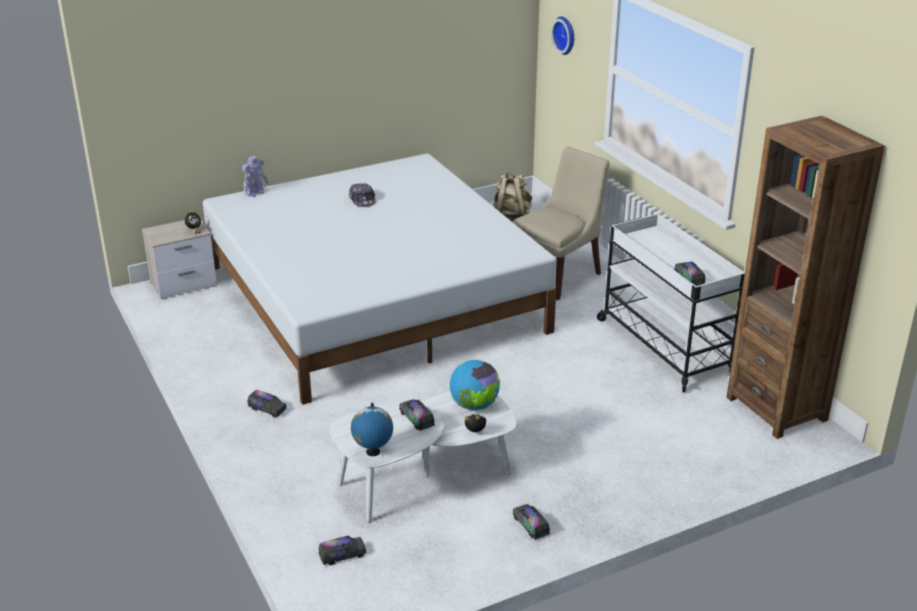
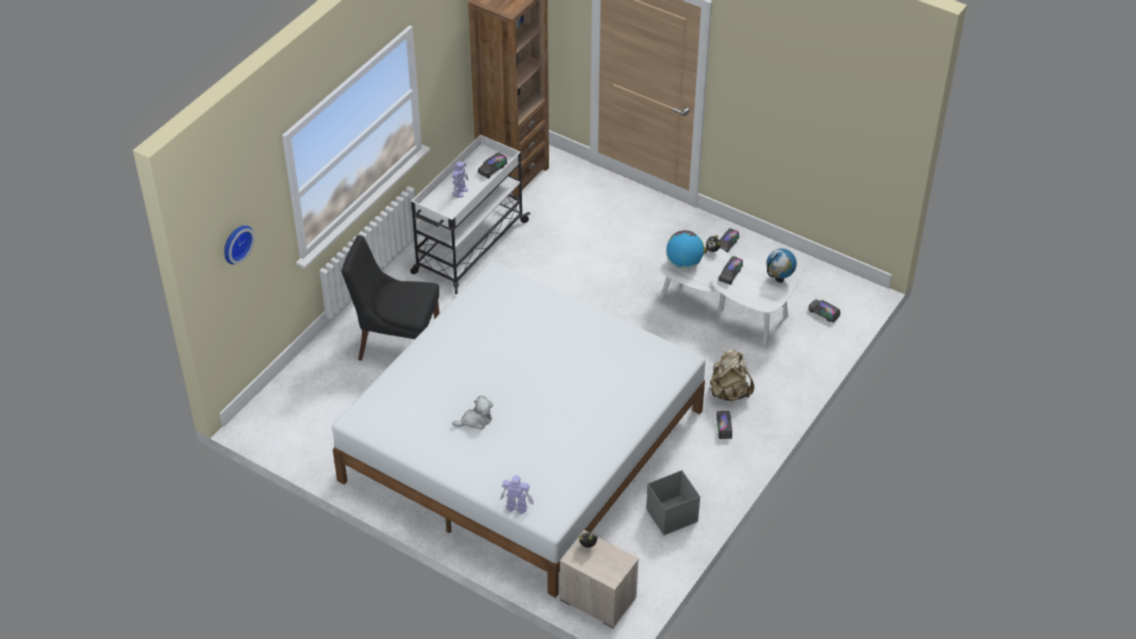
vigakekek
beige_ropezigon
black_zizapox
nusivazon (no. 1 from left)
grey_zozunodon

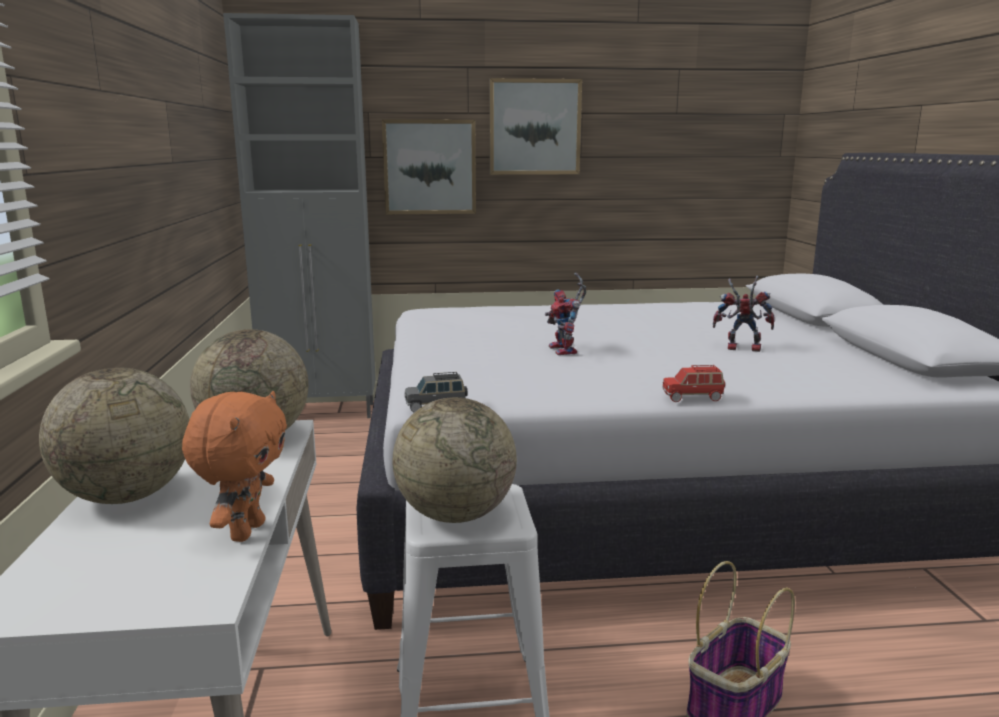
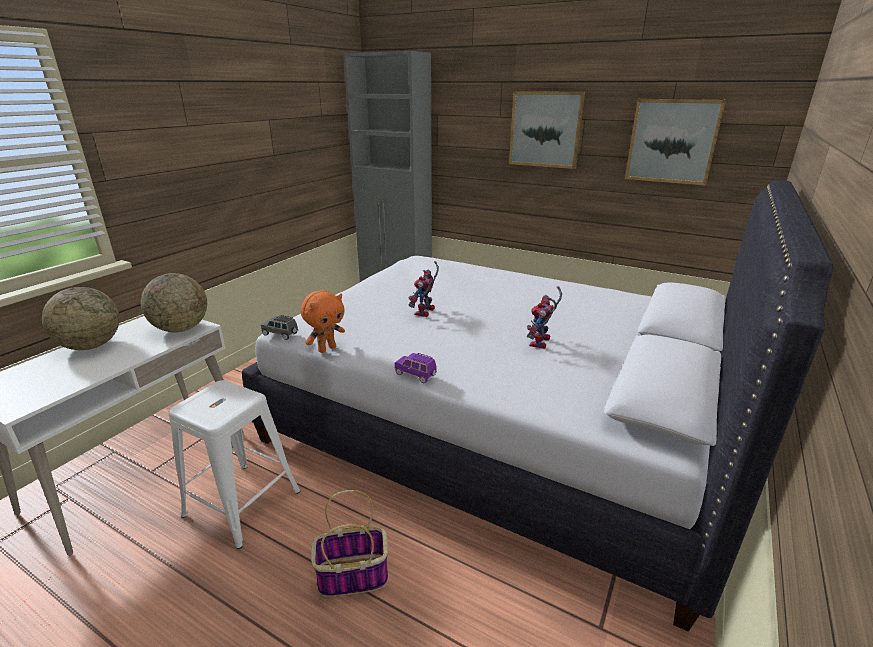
orange_vigakekek
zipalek (no. 2 from left)
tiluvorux (no. 3 from left in the first image)
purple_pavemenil
nusivazon (no. 2 from left)

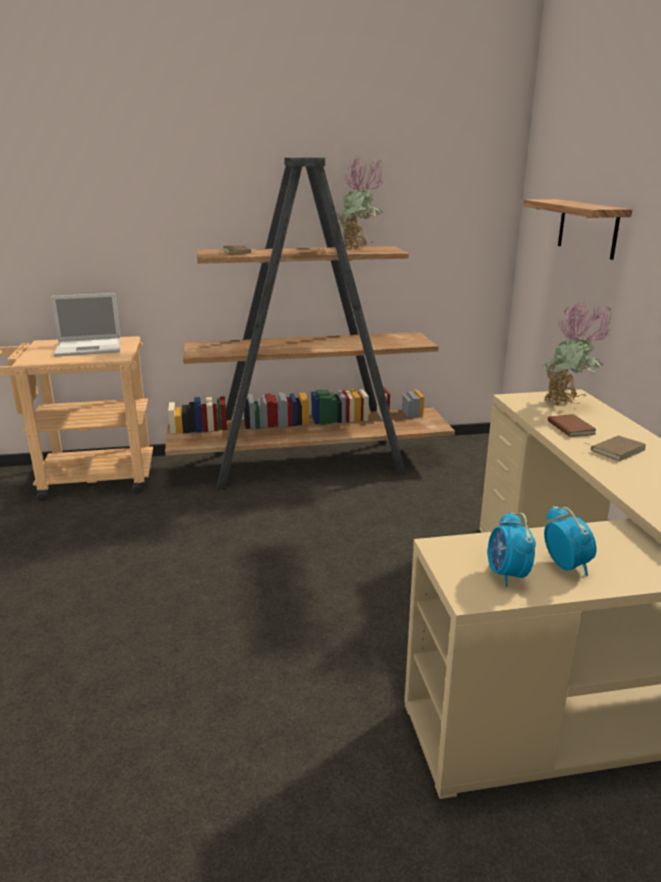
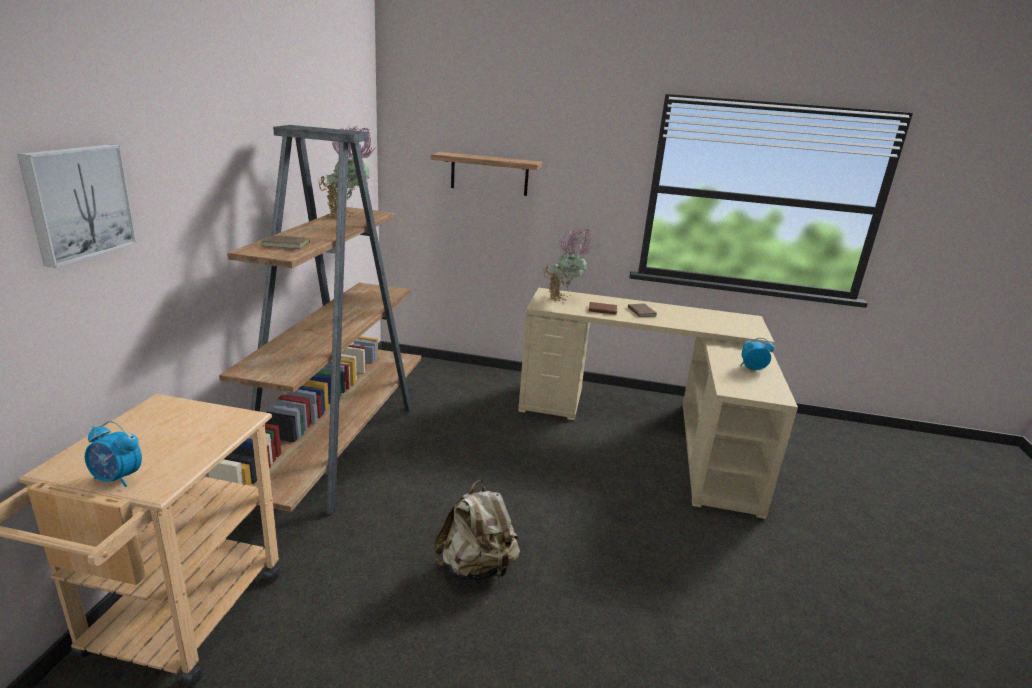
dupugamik
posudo (no. 1 from left)
zipalek
beige_ropezigon

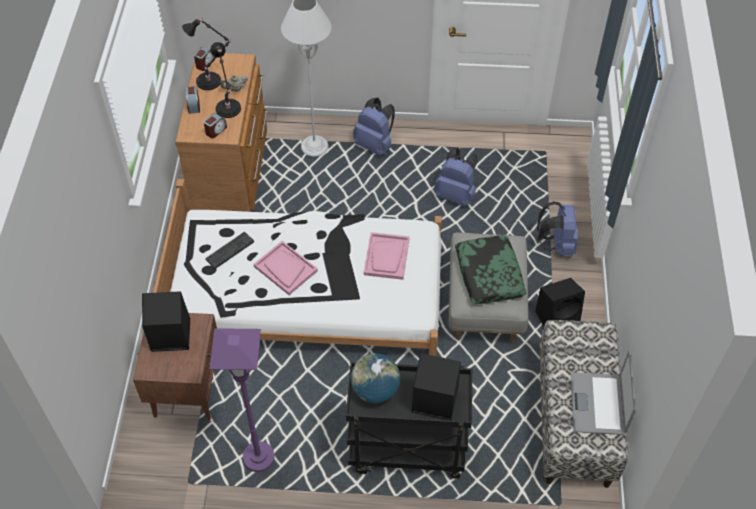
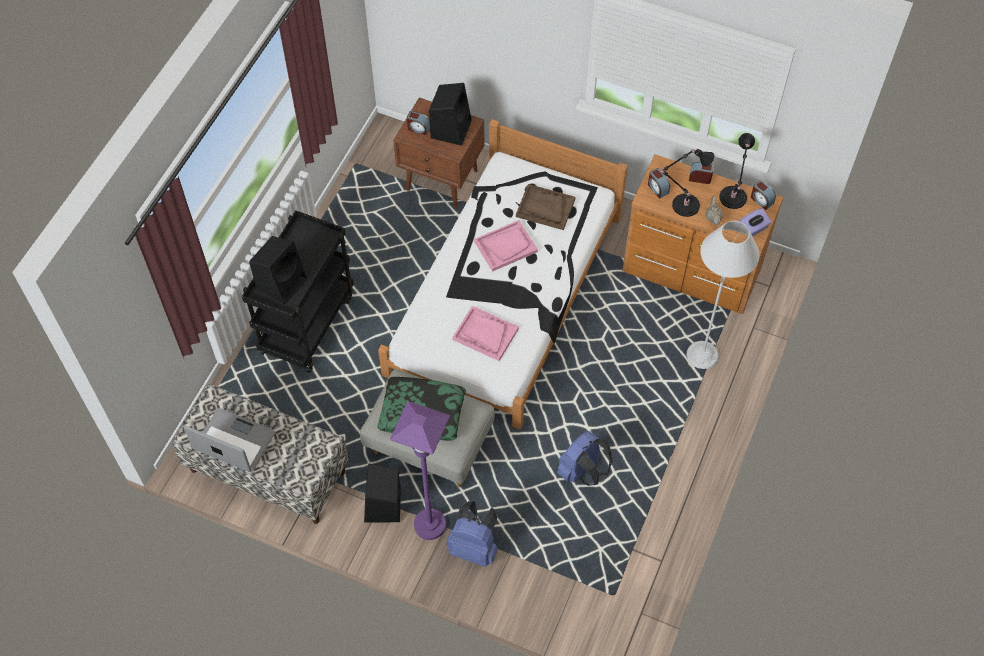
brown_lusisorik
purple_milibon
tiluvorux
blue_ropezigon (no. 1 from left in the first image)
posudo (no. 1 from left)
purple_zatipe

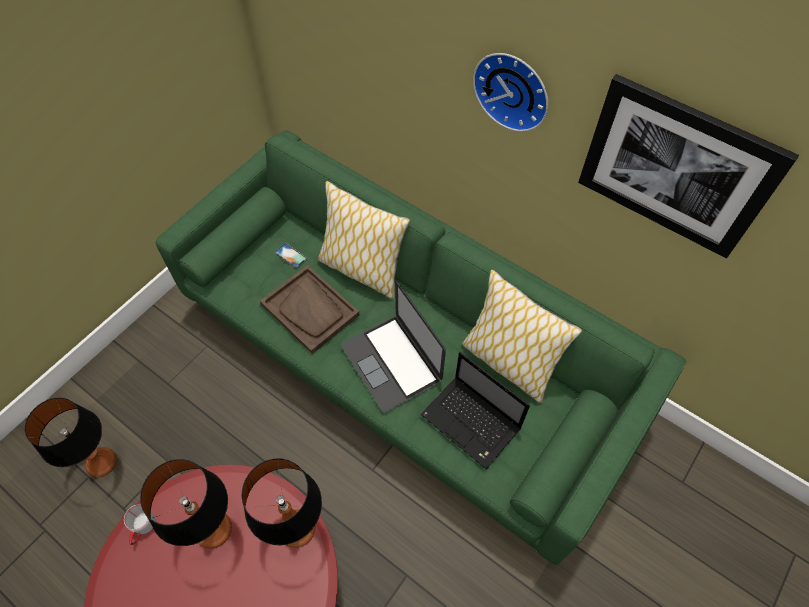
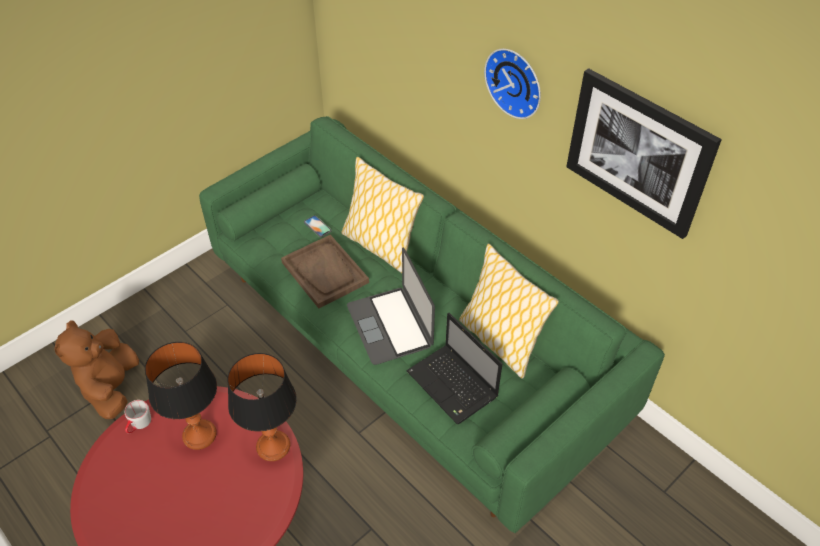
brown_vigakekek

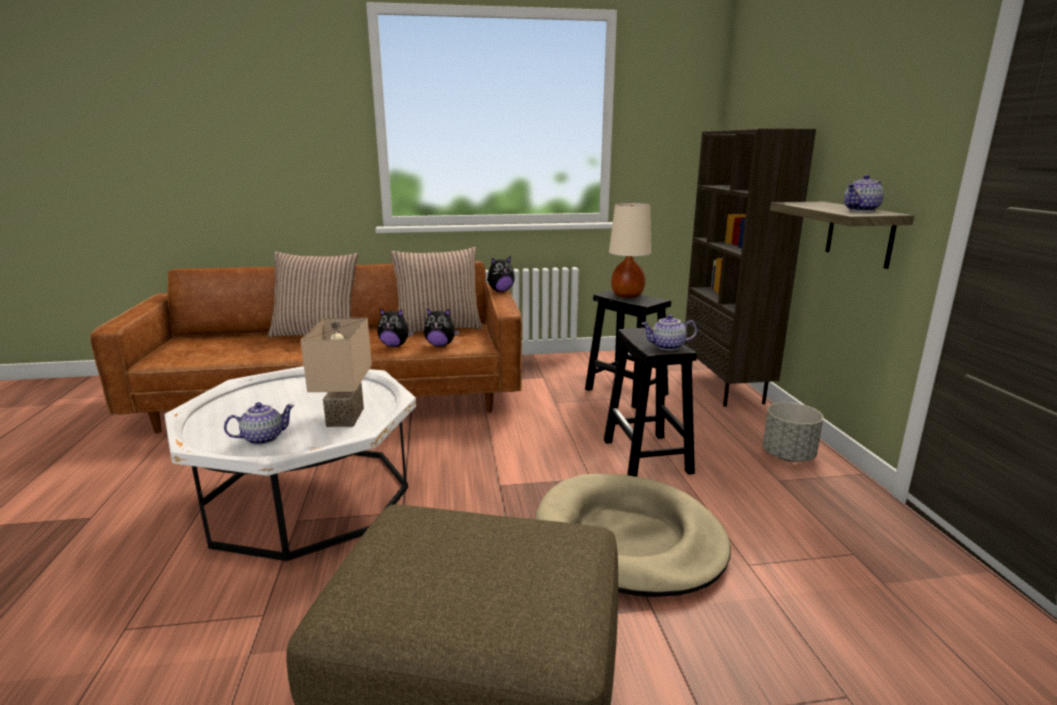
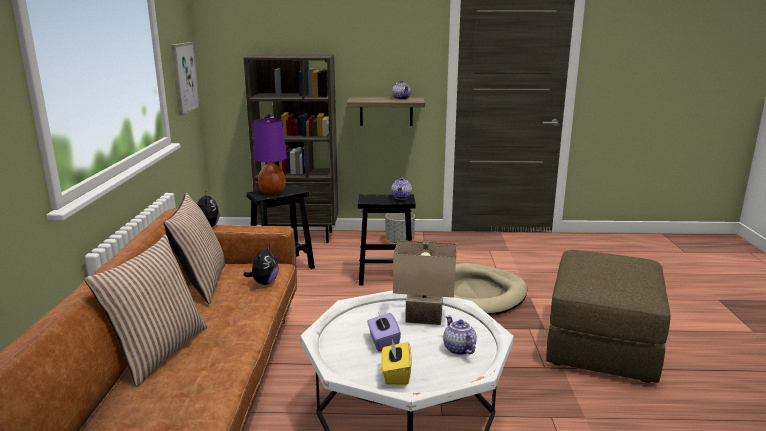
vigakekek (no. 1 from left in the first image)
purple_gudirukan
zipalek
purple_zatipe
yellow_zatipe

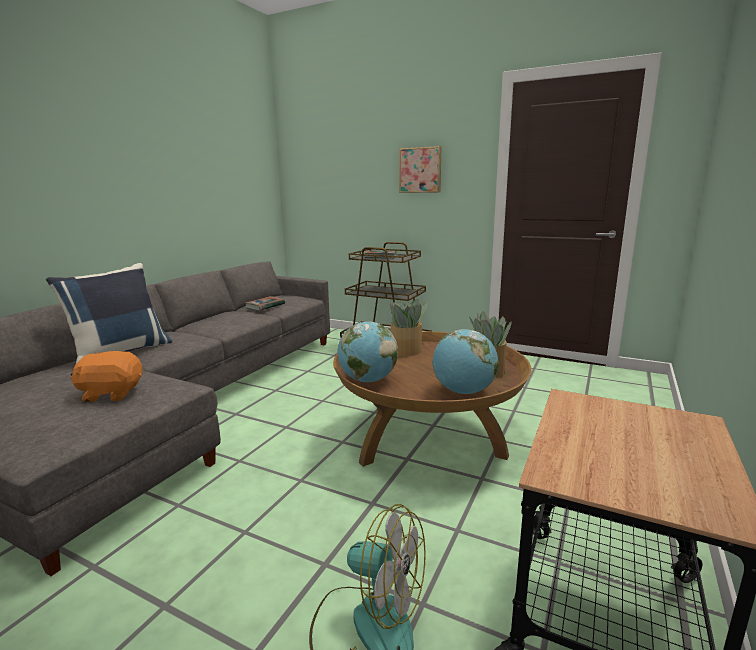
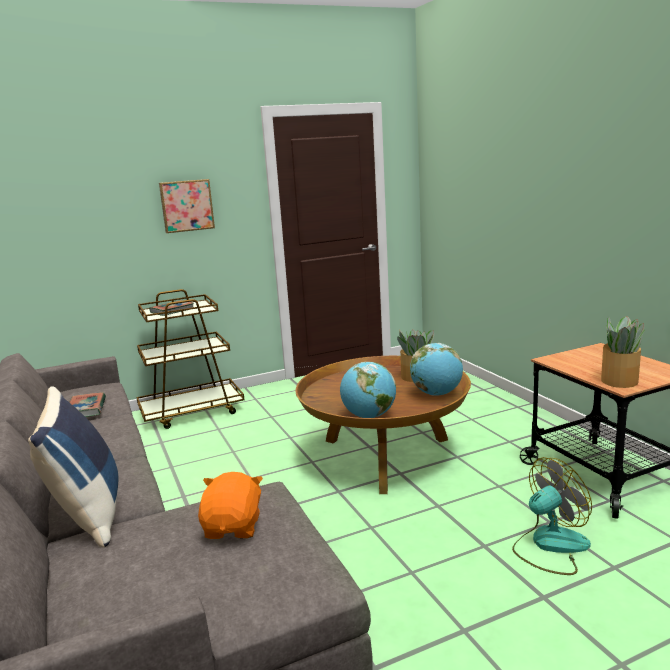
orange_vigakekek
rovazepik (no. 2 from left)

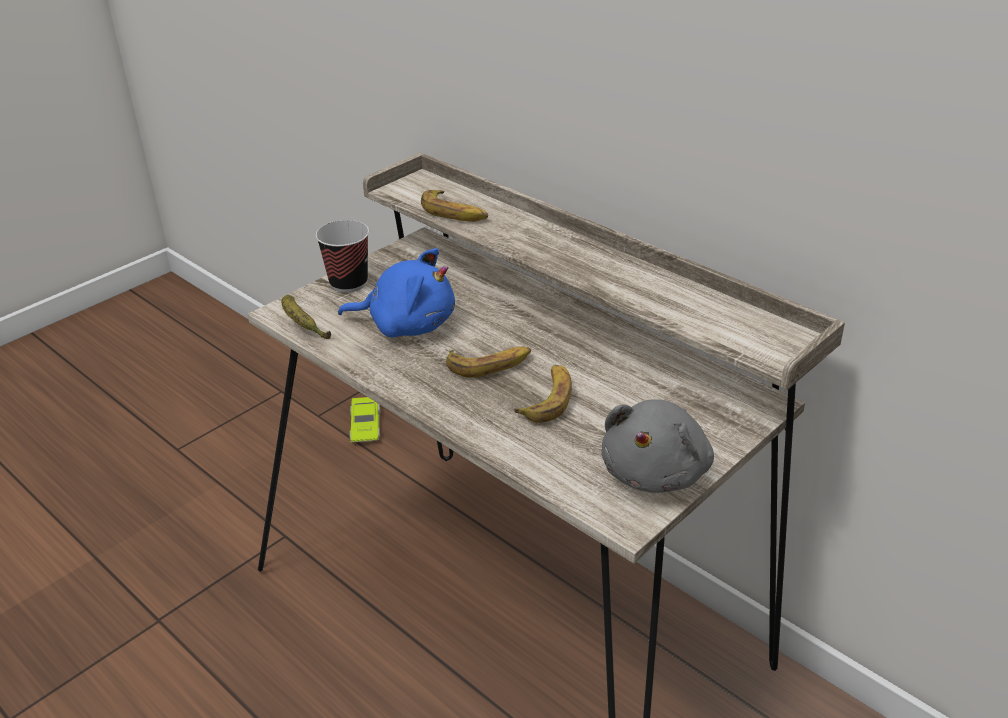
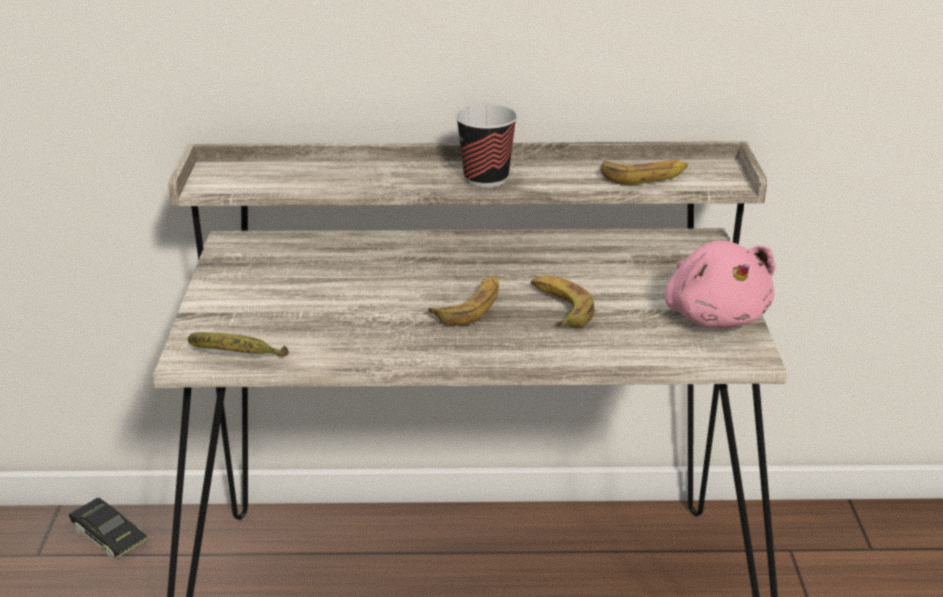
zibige
blue_vigakekek
black_pavemenil
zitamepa (no. 4 from left)
pink_vigakekek

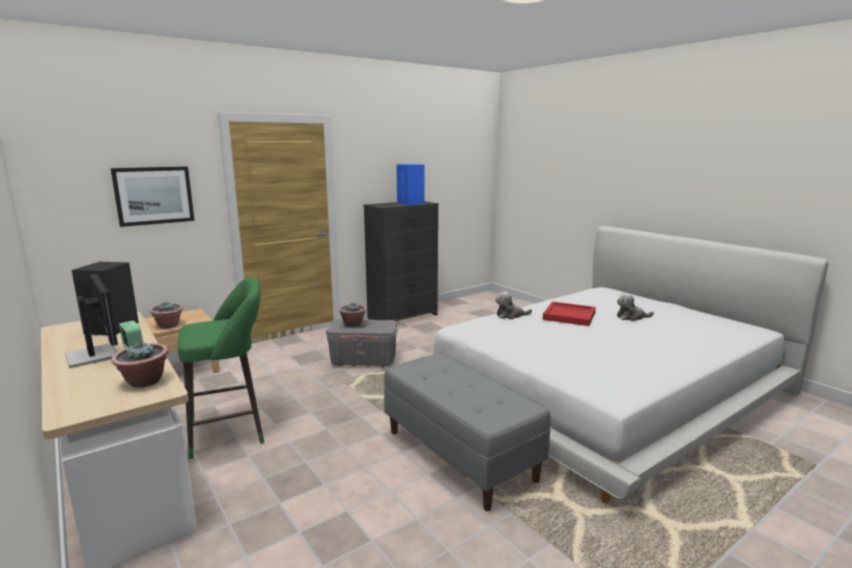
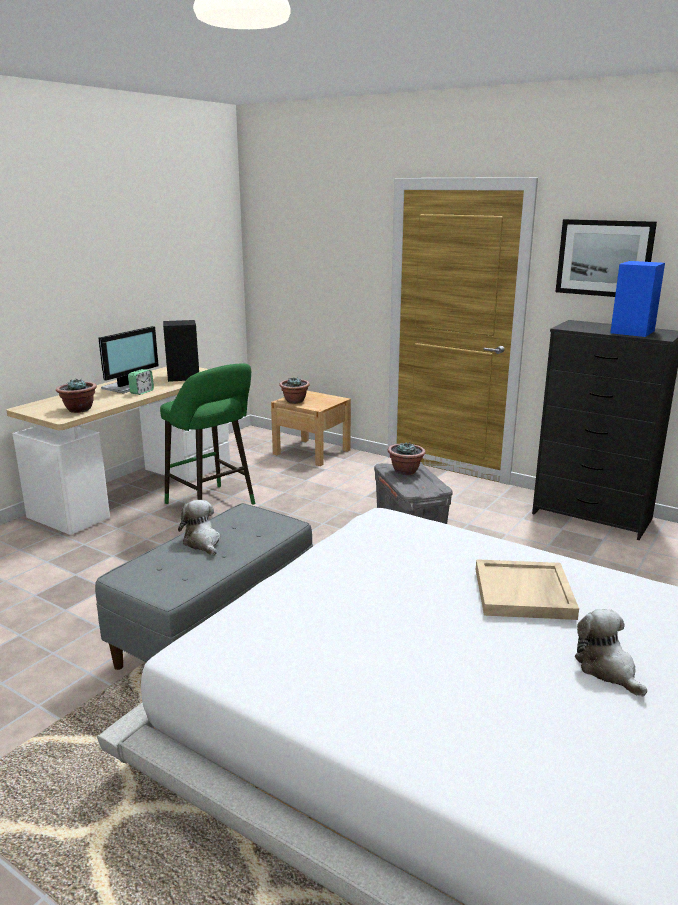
zipalek
vigakekek (no. 1 from left)
beige_lusisorik

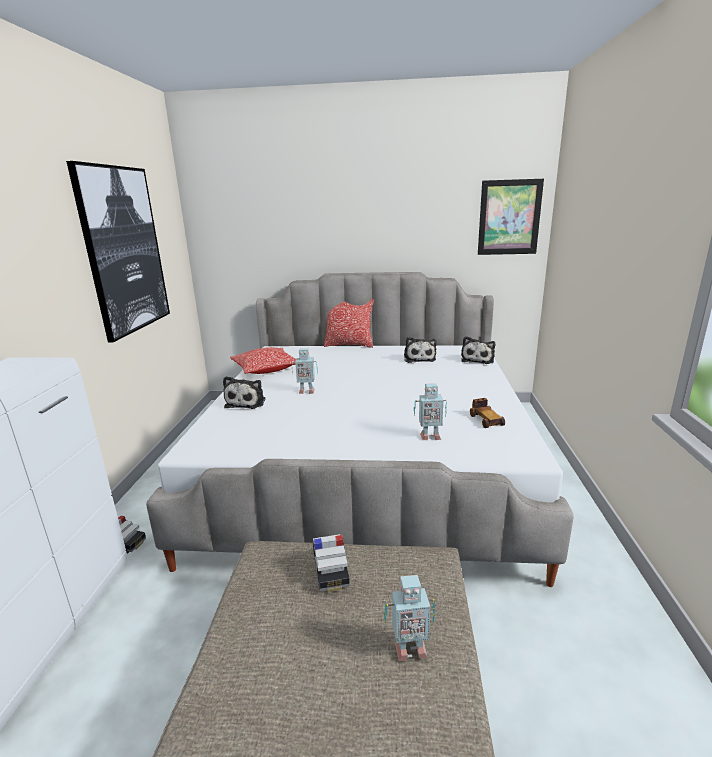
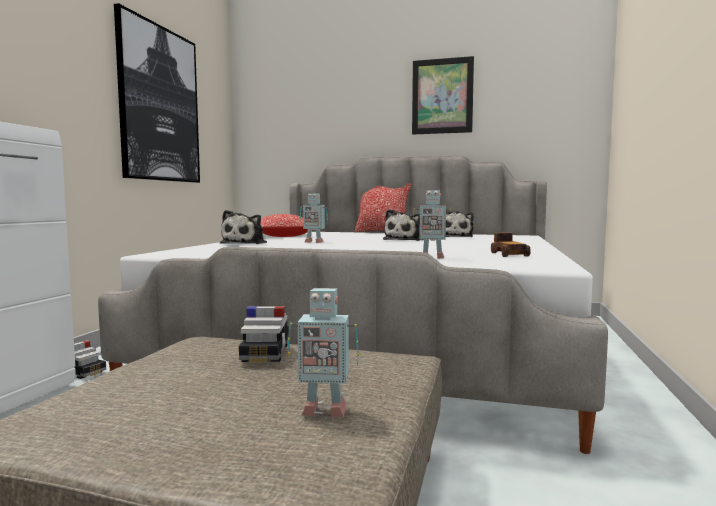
vigakekek (no. 2 from left)
zipalek (no. 2 from left)

